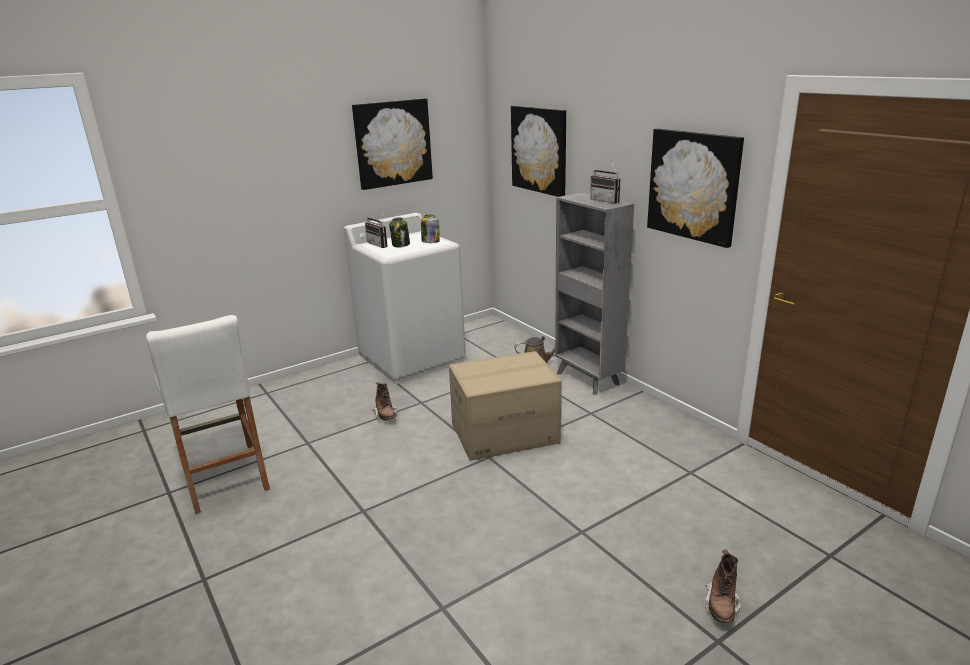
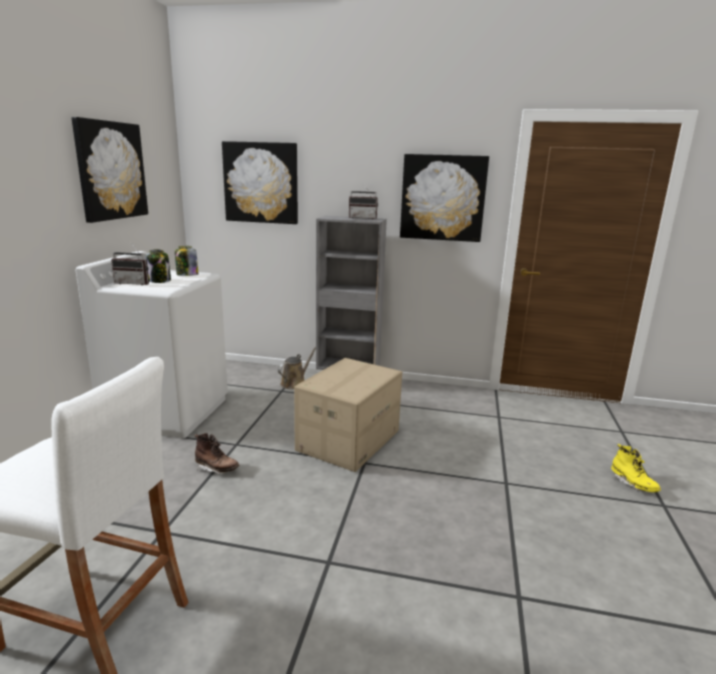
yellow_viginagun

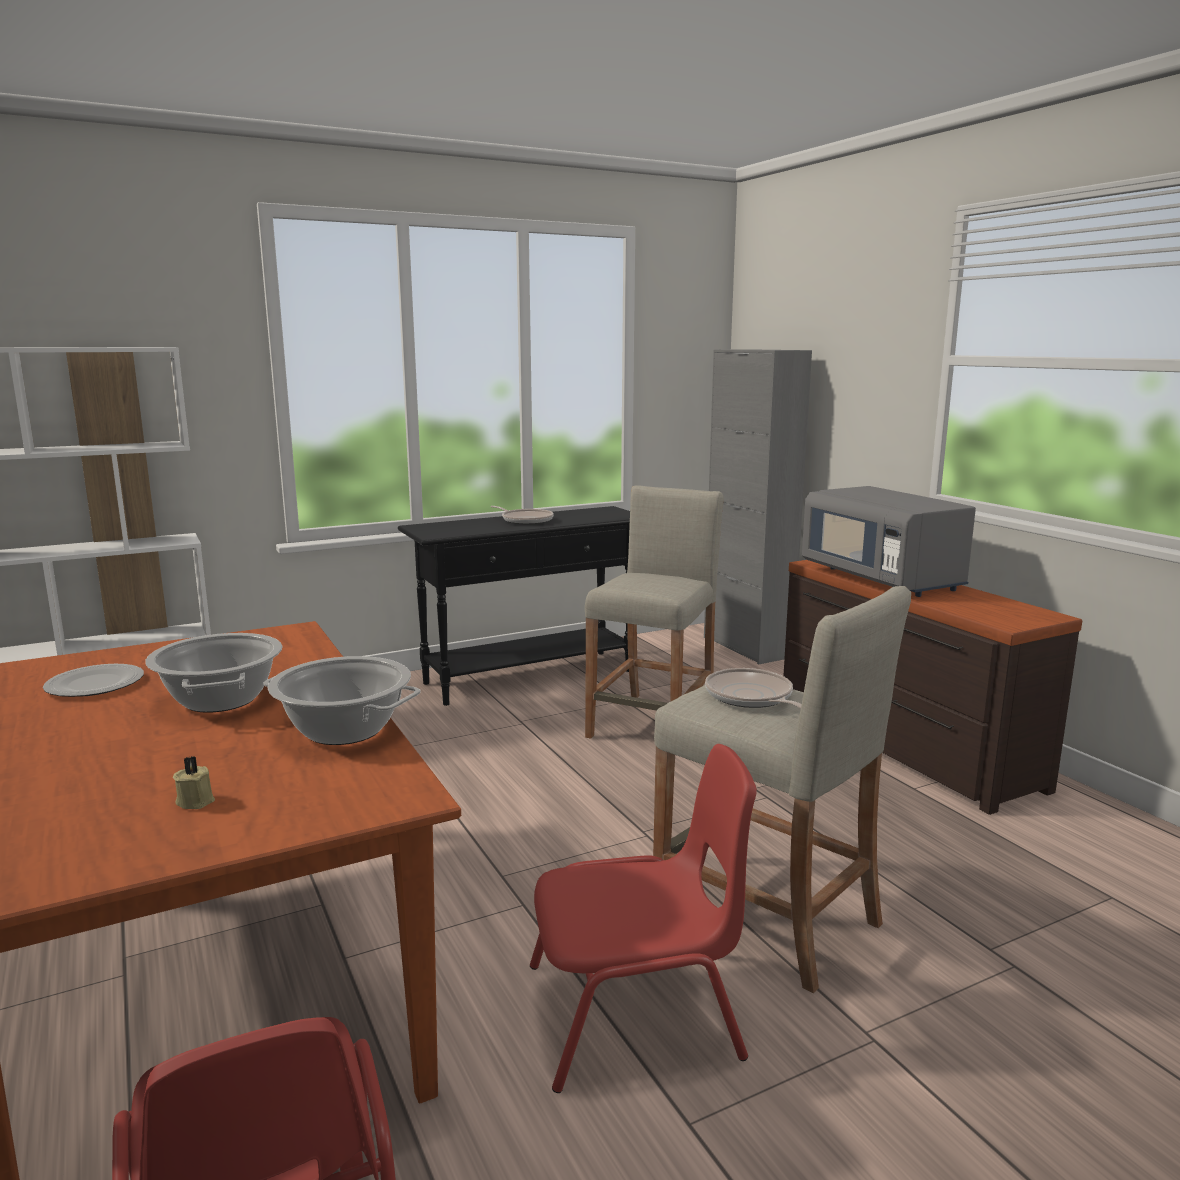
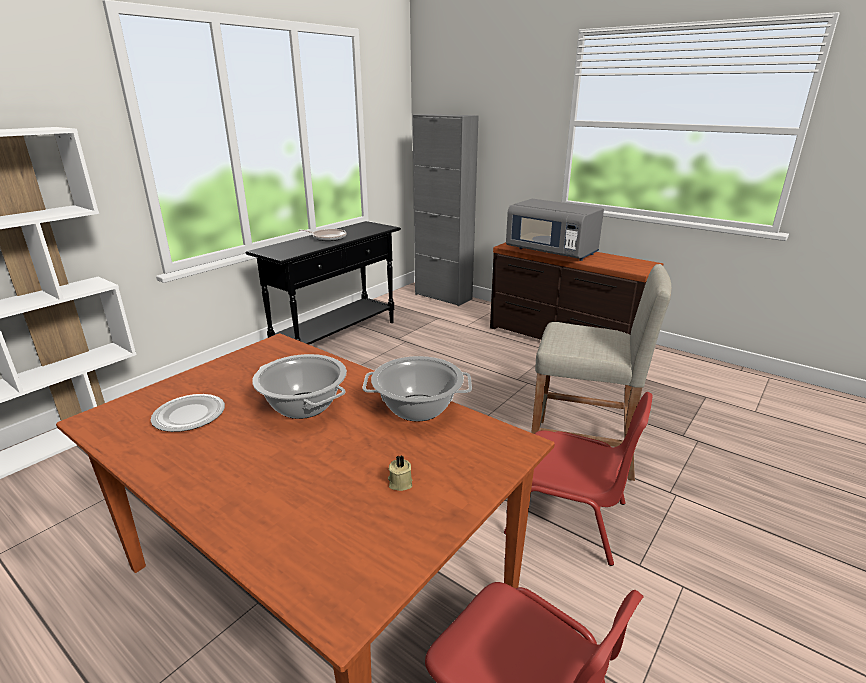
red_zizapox (no. 2 from left)
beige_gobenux (no. 1 from left in the first image)
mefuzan (no. 2 from left in the first image)

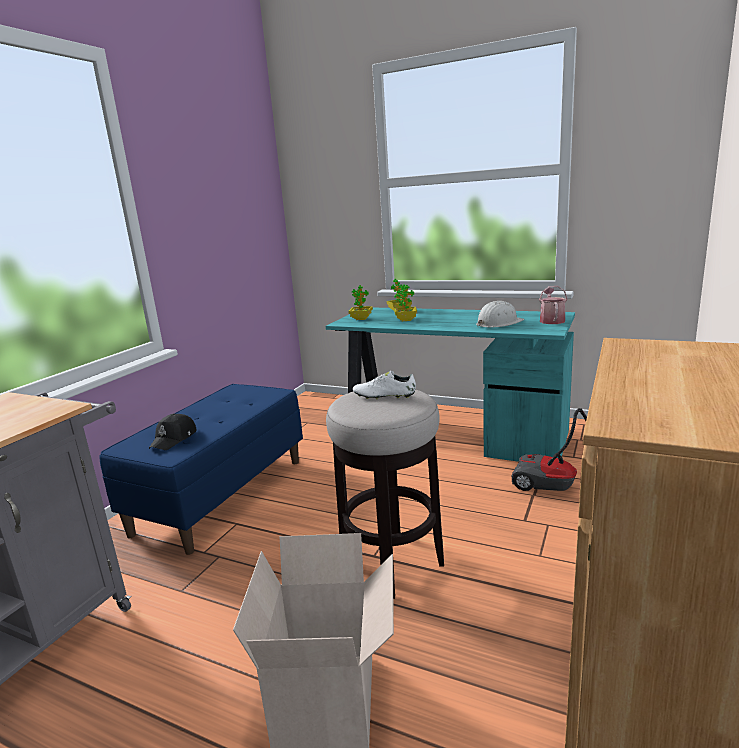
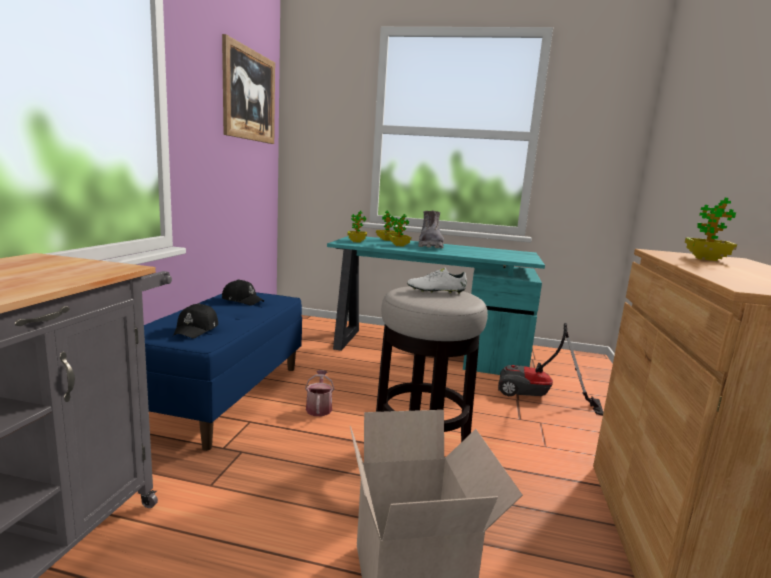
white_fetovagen
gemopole
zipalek
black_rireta (no. 2 from left)
grey_viginagun
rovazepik (no. 4 from left)

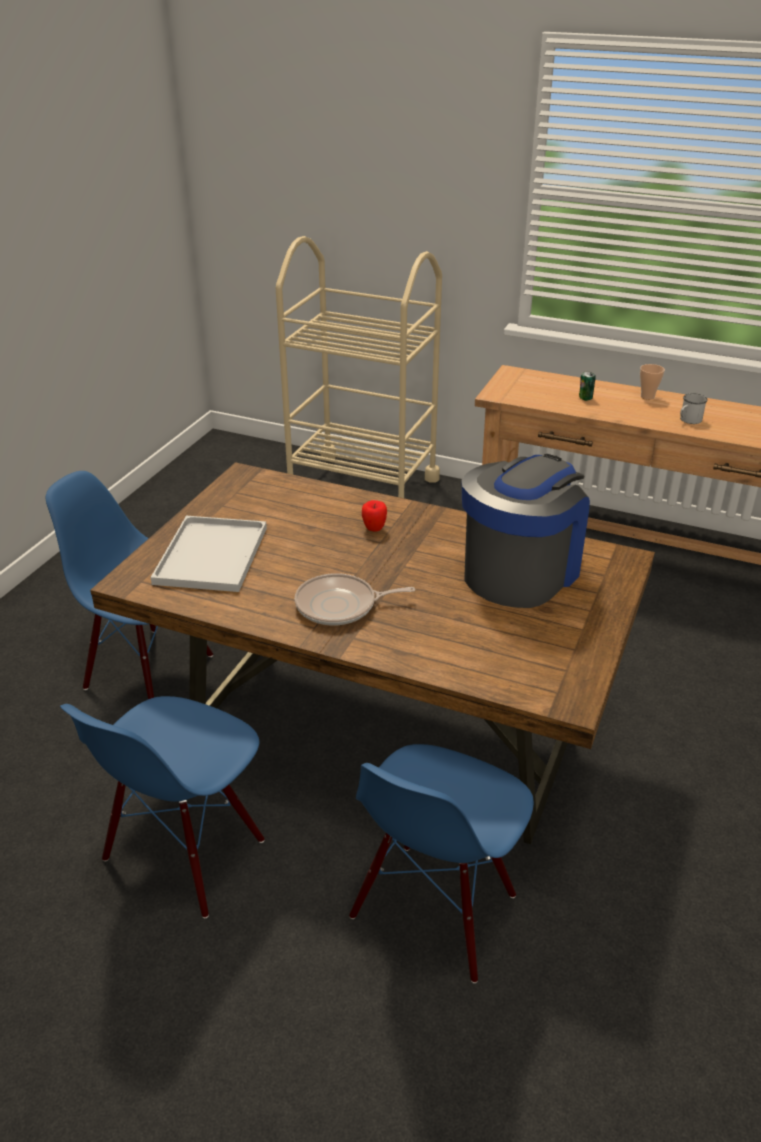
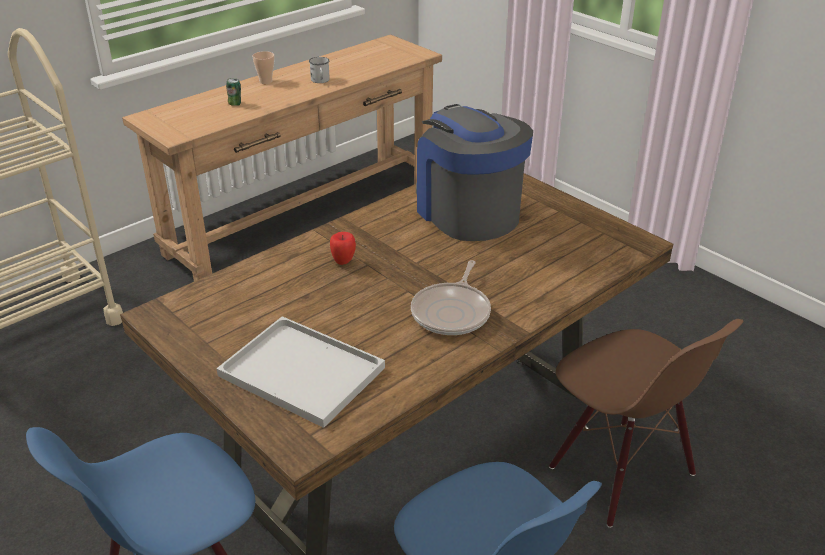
brown_zizapox

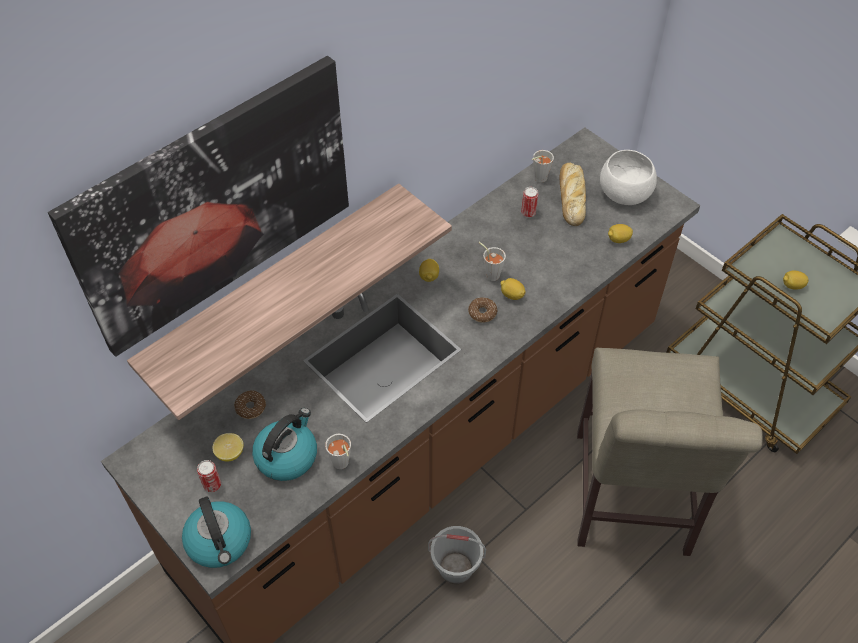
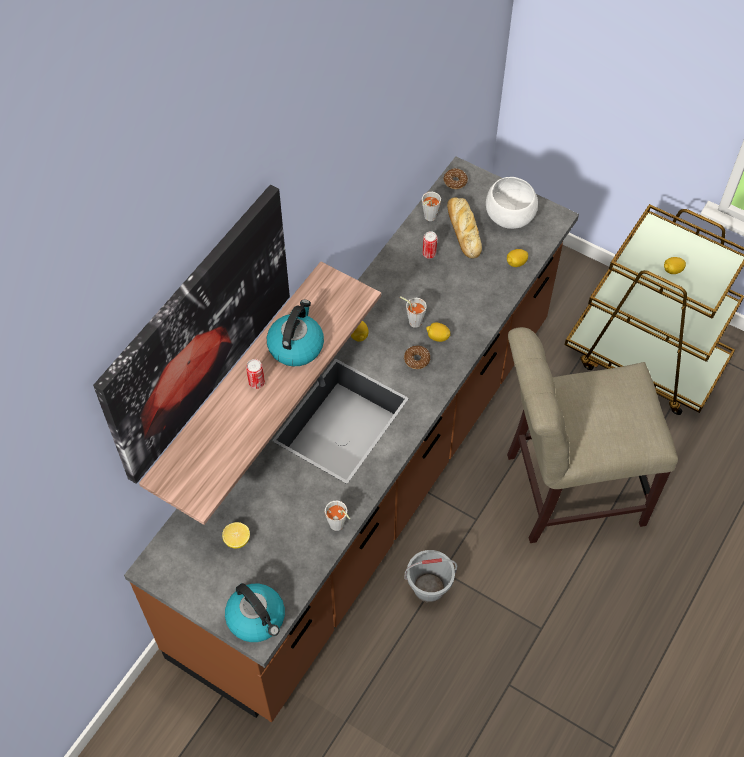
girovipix (no. 1 from left)
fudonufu (no. 2 from left)
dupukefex (no. 2 from left)
beige_zizapox

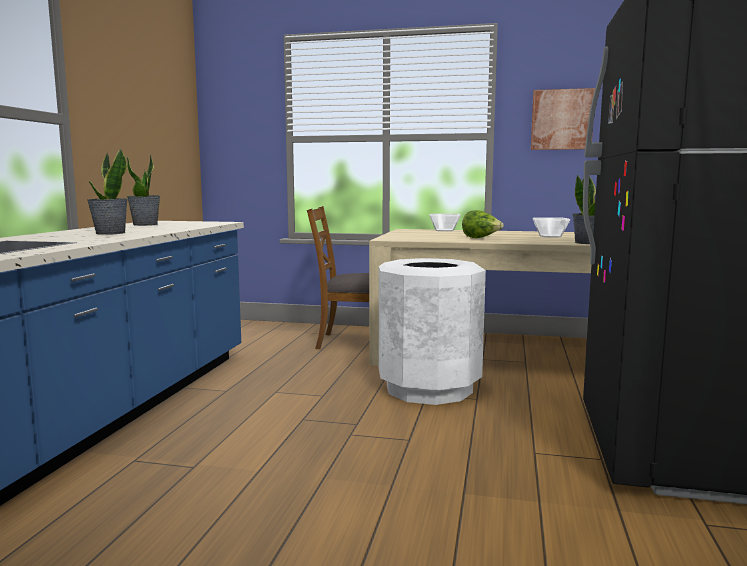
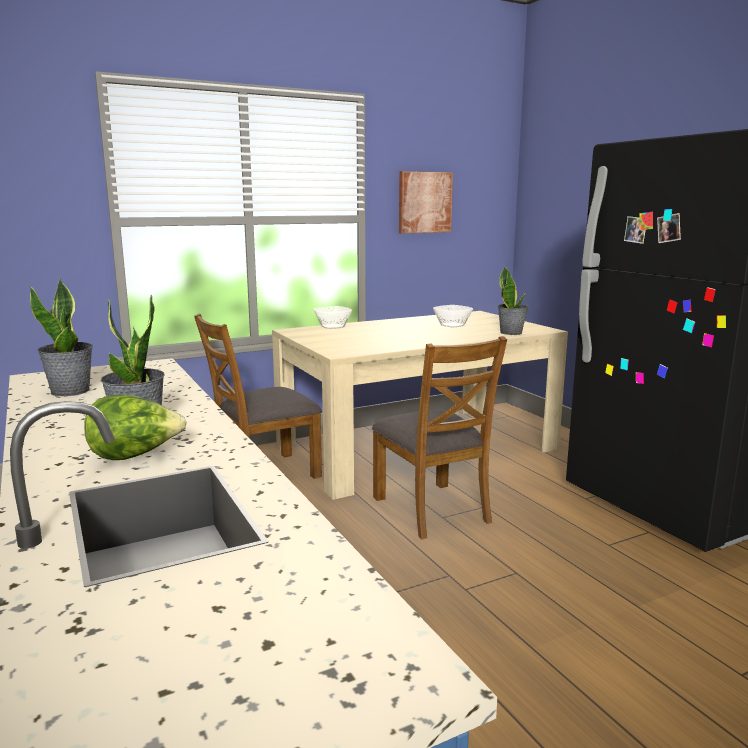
brown_zizapox (no. 2 from left)
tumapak

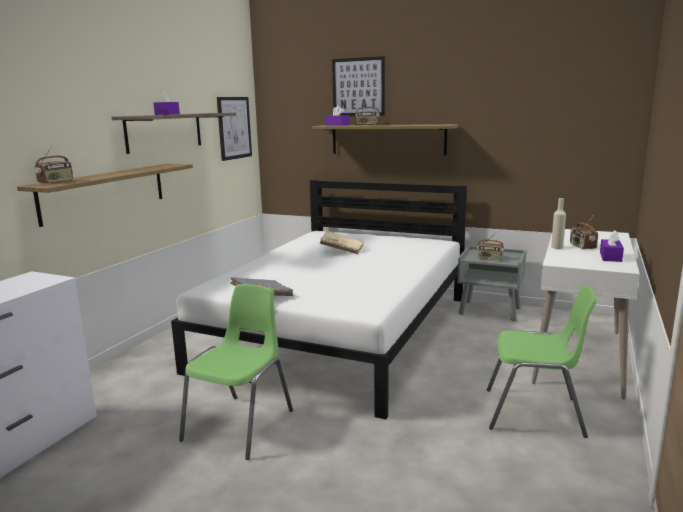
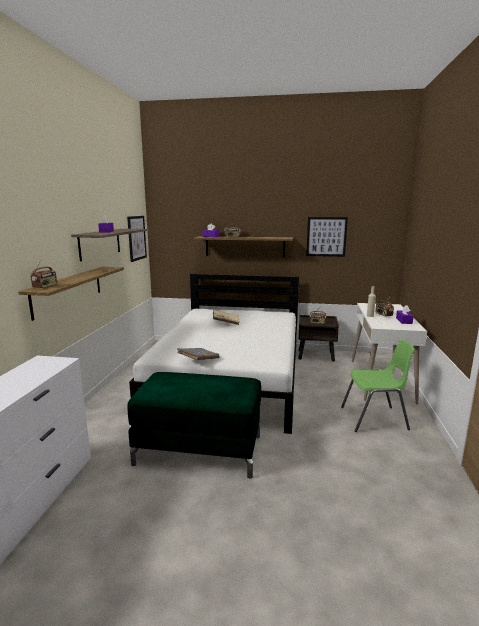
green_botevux
zipalek (no. 2 from left)
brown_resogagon

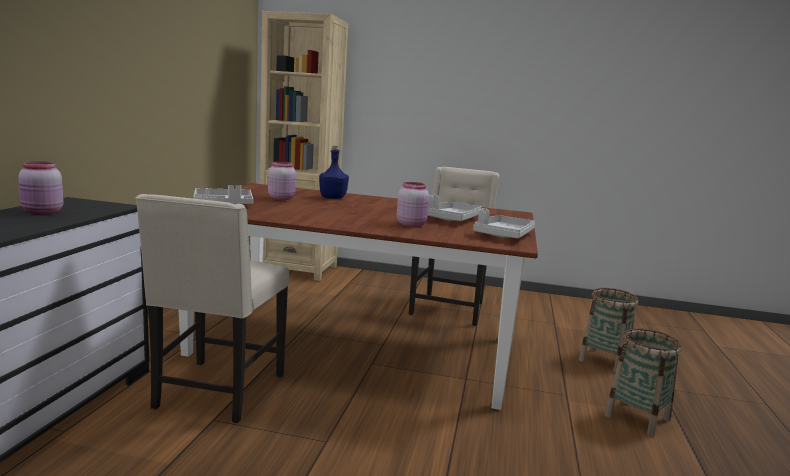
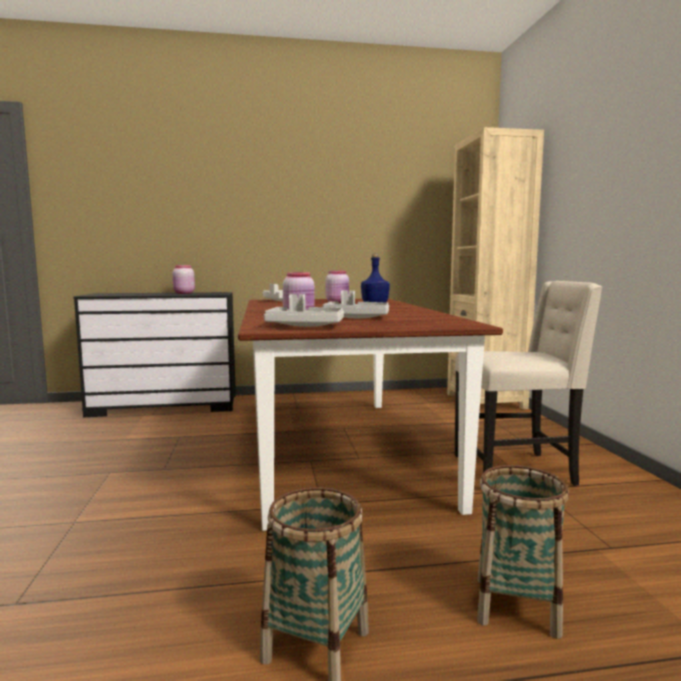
beige_zizapox (no. 1 from left in the first image)

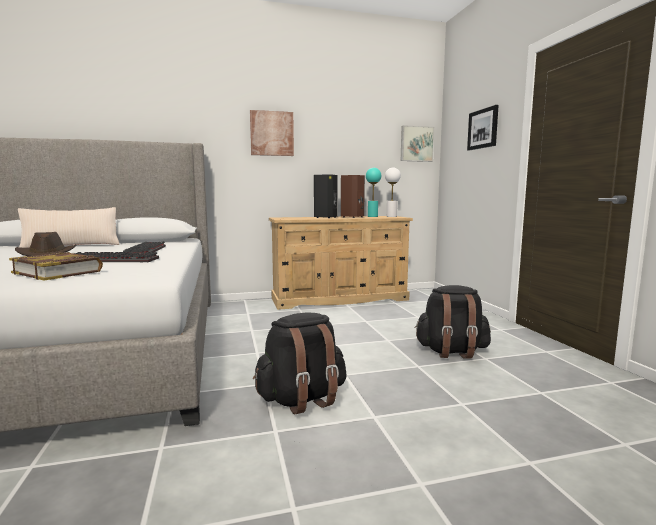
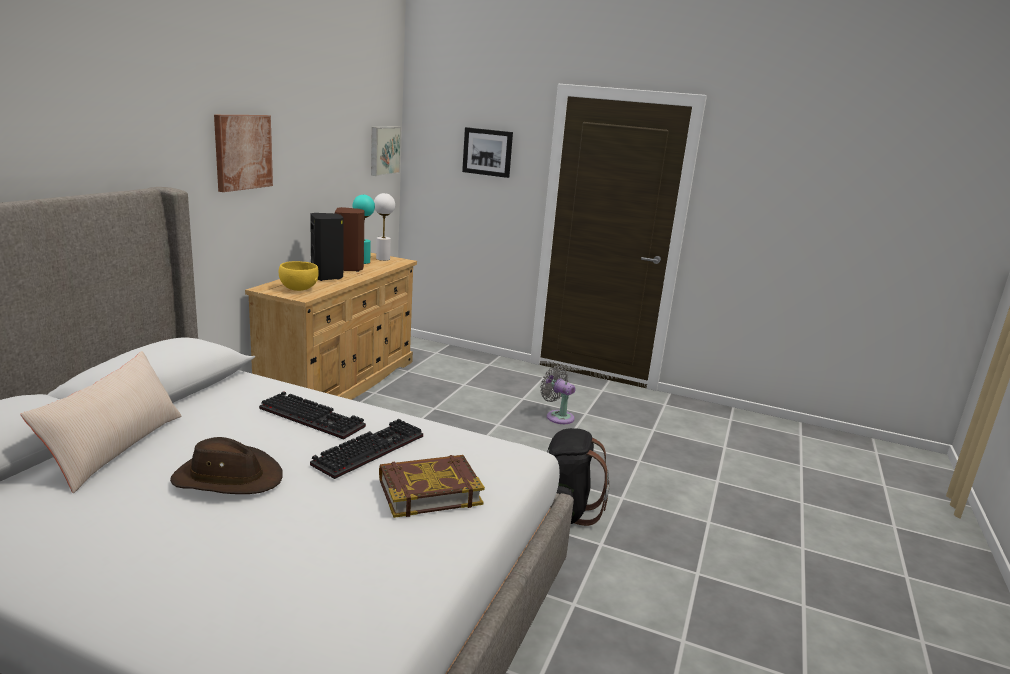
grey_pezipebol
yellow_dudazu

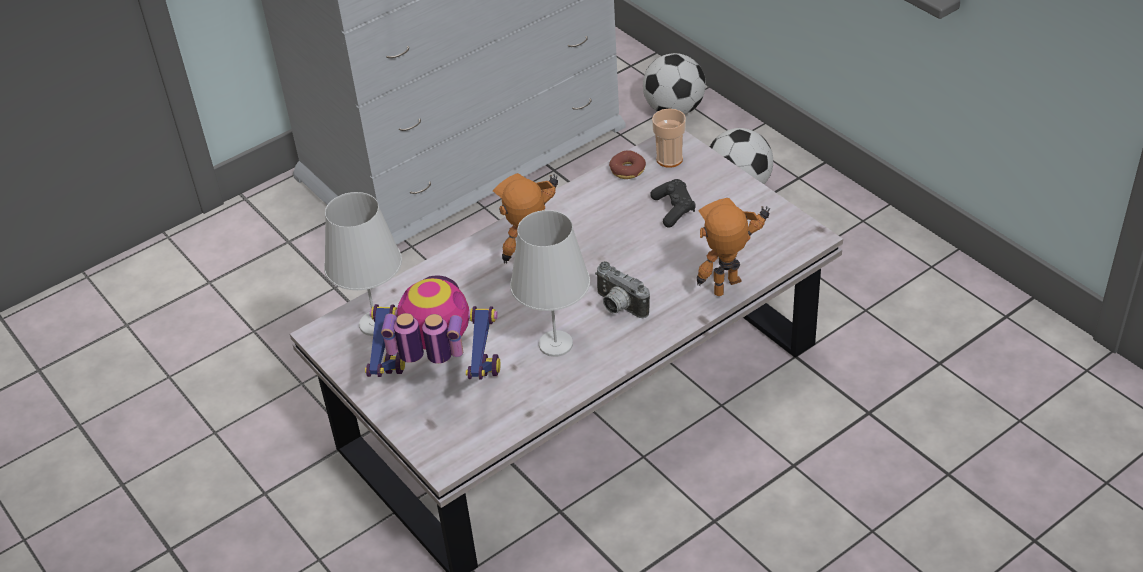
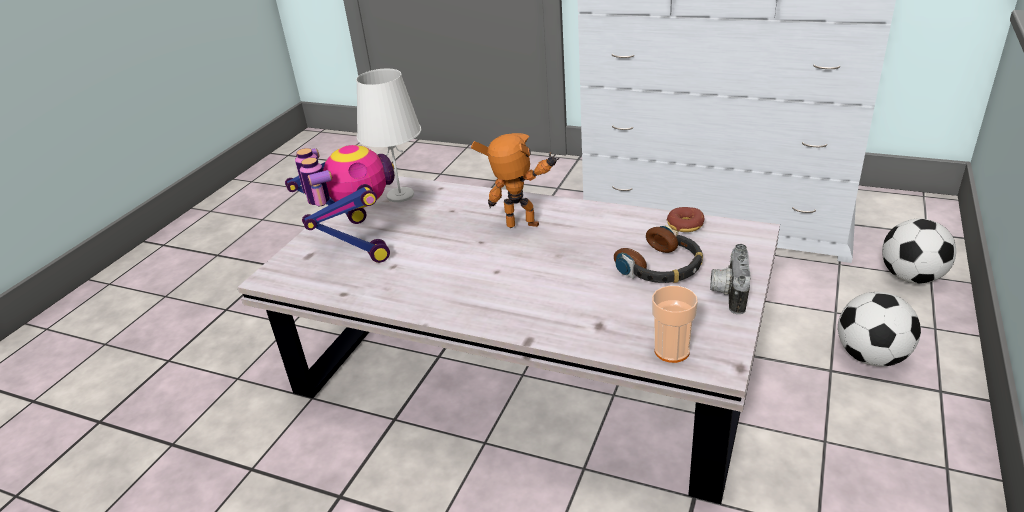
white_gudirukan (no. 2 from left in the first image)
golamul
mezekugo
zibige
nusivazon (no. 3 from left in the first image)

